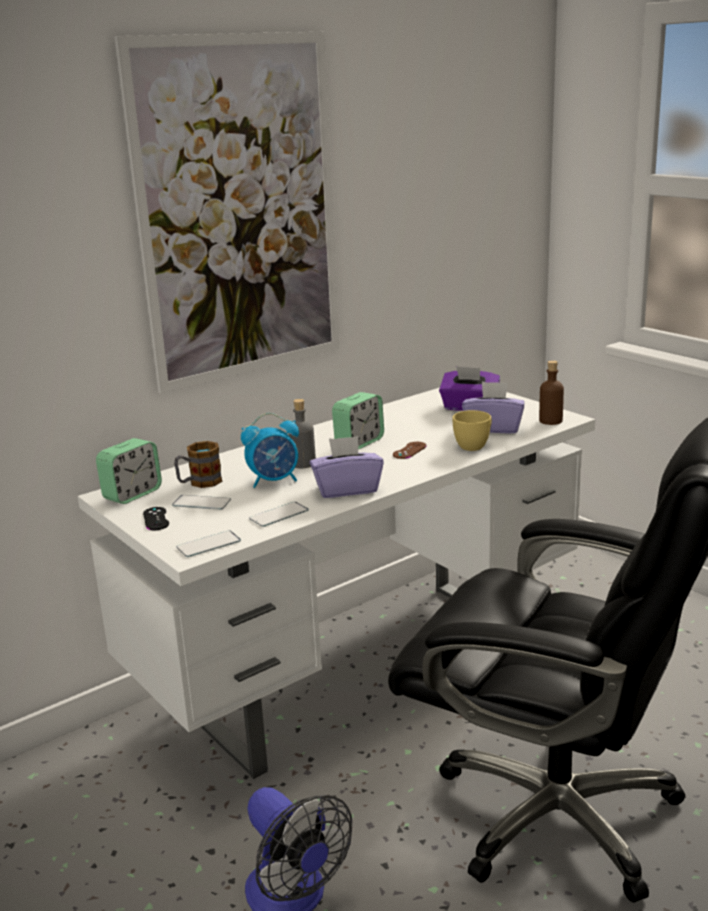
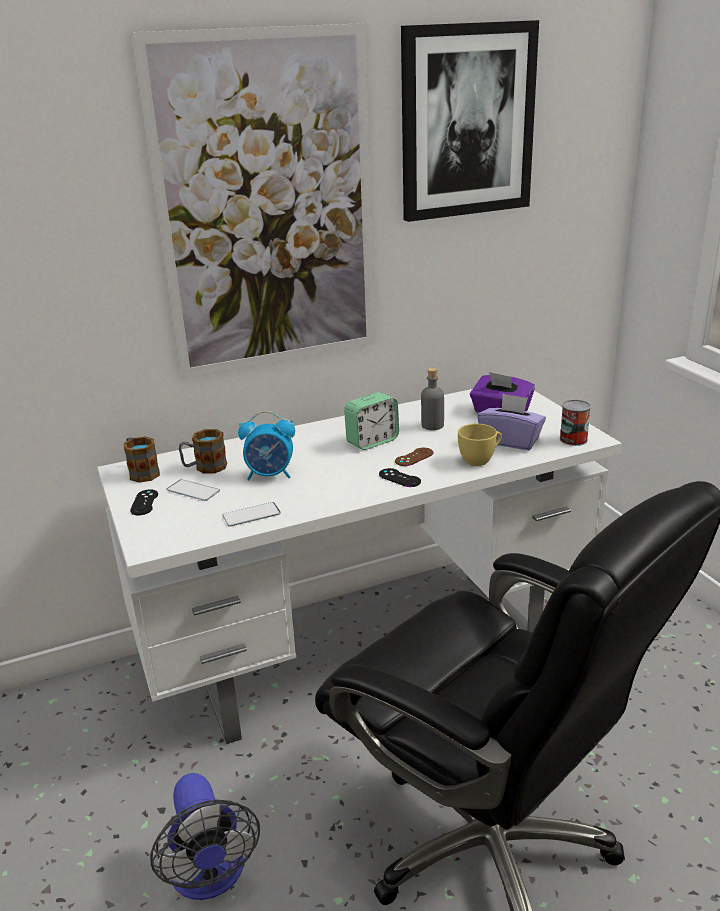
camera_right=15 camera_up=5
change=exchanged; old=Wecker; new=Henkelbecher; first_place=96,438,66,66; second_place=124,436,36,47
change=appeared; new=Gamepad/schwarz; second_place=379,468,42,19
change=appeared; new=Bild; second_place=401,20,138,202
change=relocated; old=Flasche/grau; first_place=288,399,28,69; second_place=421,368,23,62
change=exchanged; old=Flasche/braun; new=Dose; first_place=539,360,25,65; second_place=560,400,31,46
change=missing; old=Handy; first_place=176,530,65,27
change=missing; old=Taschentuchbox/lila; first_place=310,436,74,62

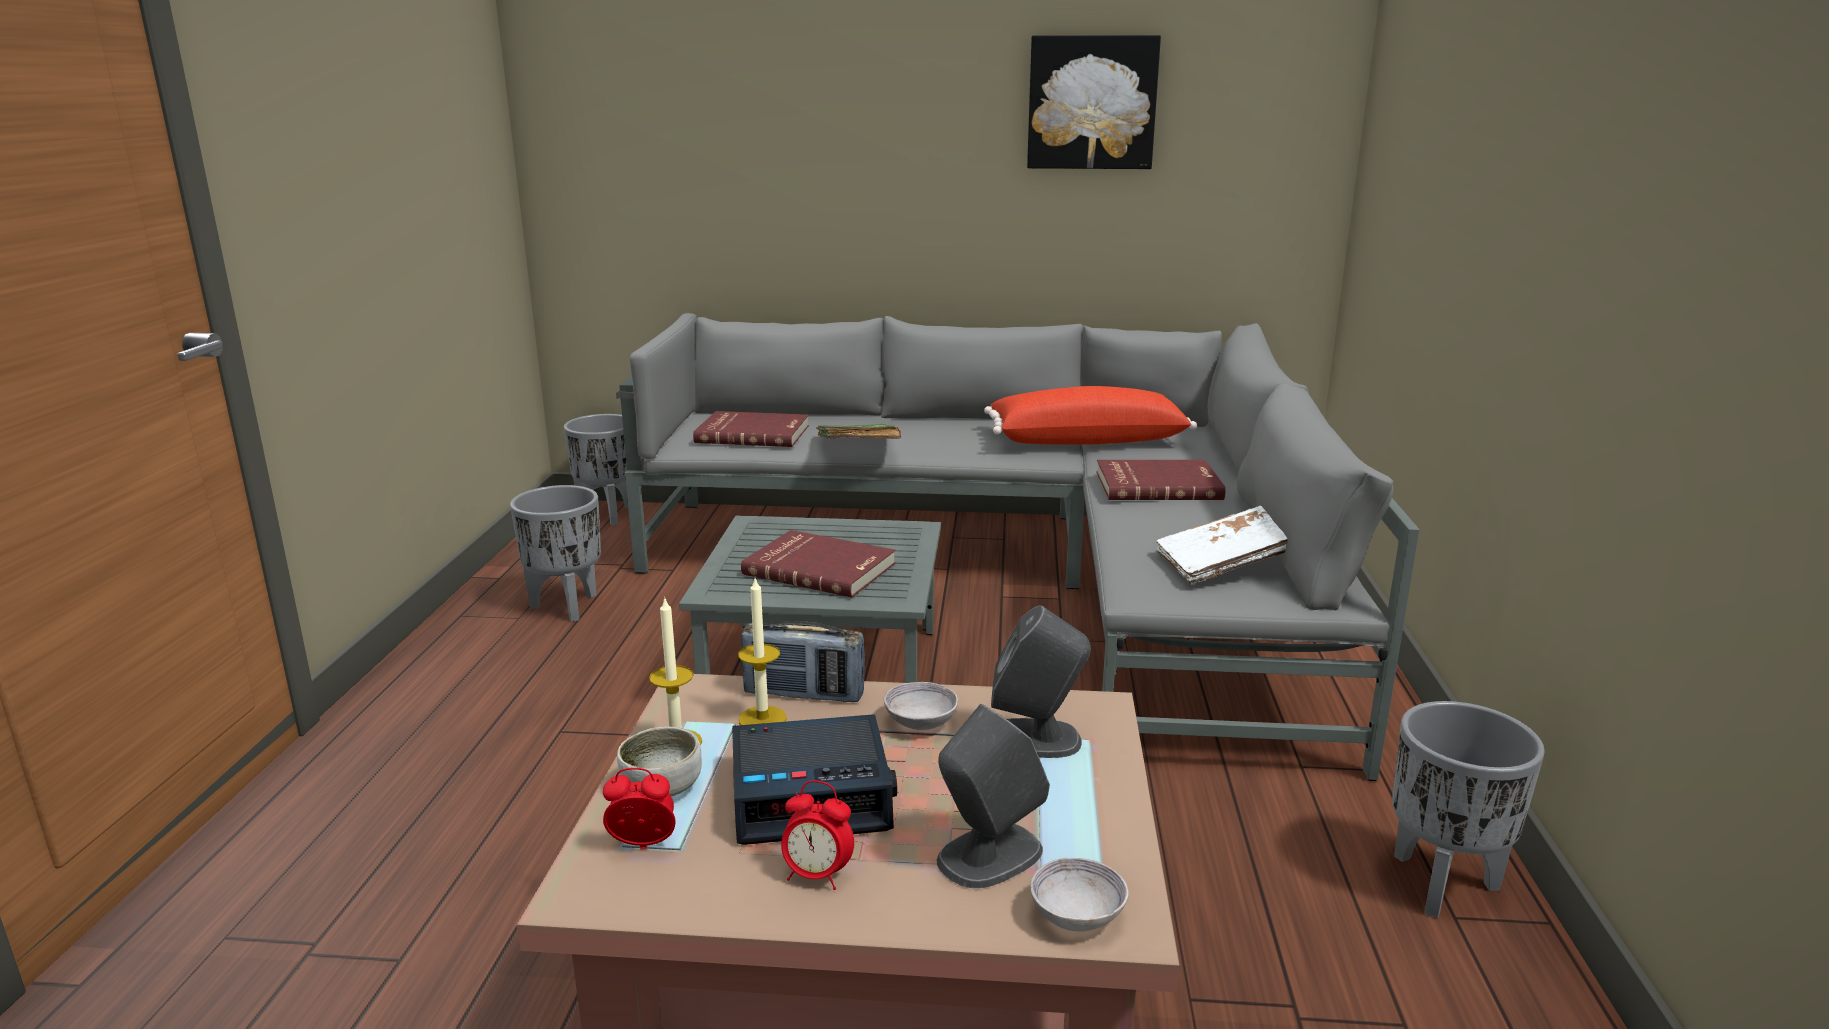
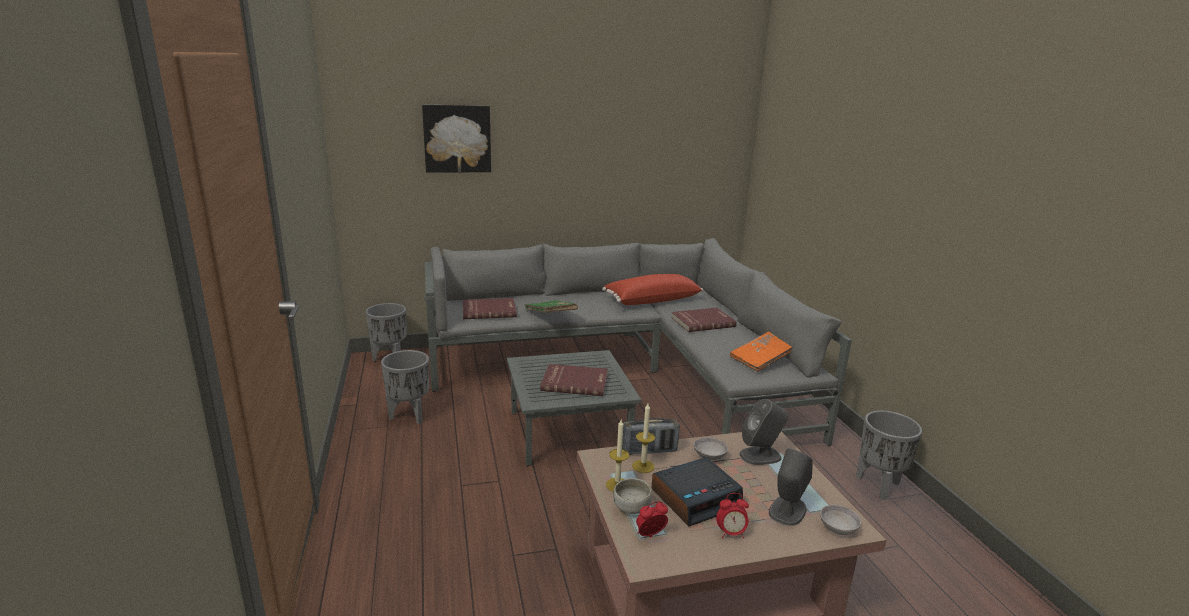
camera_right=-20 camera_up=0
change=relocated; old=Bild; first_place=1027,35,134,134; second_place=422,105,69,68
change=colour; old=Buch/weiß; new=Buch/orange; first_place=1157,506,131,79; second_place=730,332,62,40

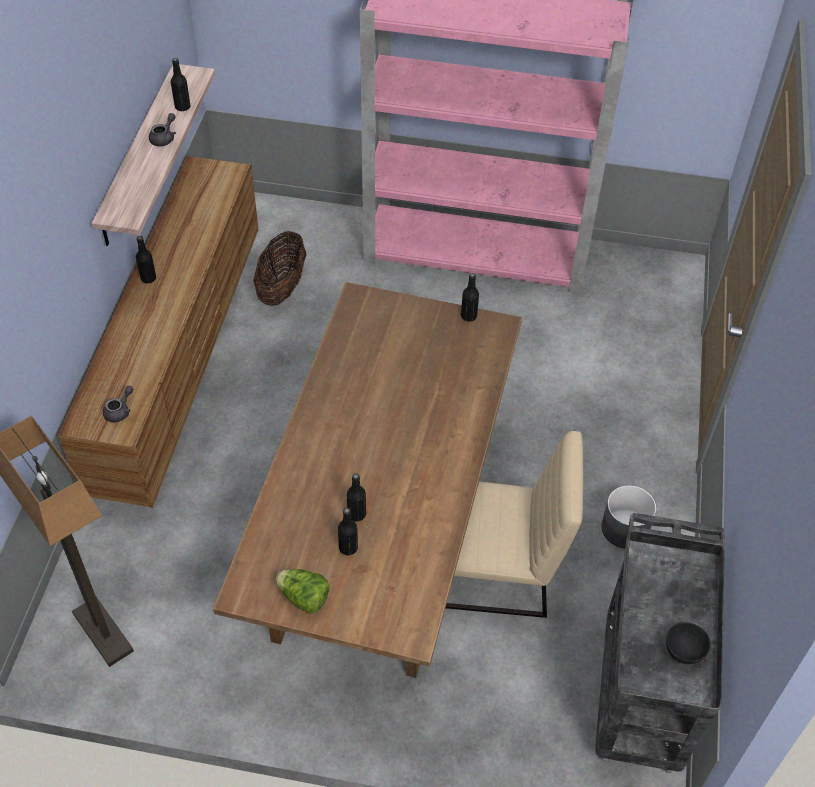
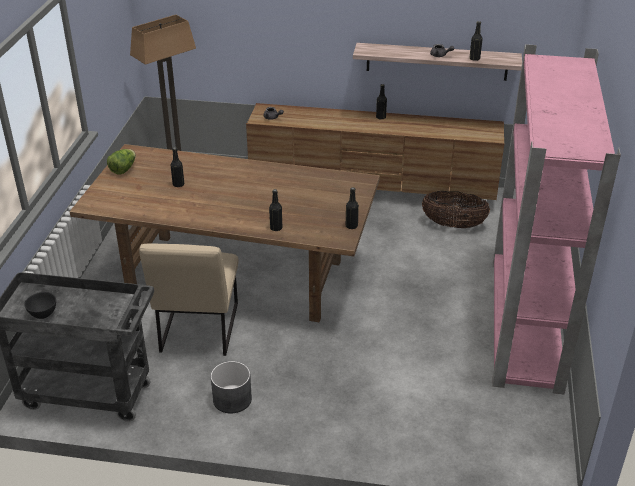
camera_right=90 camera_up=-15
change=relocated; old=Flasche/schwarz; first_place=338,508,20,47; second_place=269,189,13,42

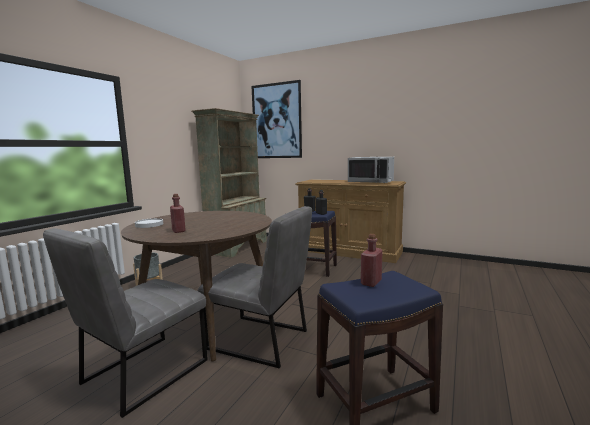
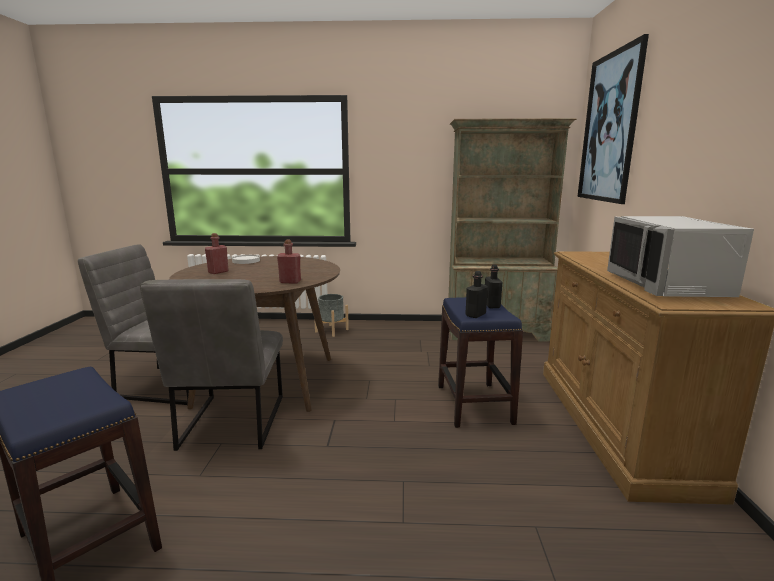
camera_right=65 camera_up=5
change=relocated; old=Flasche/rot; first_place=361,234,22,53; second_place=277,240,24,44

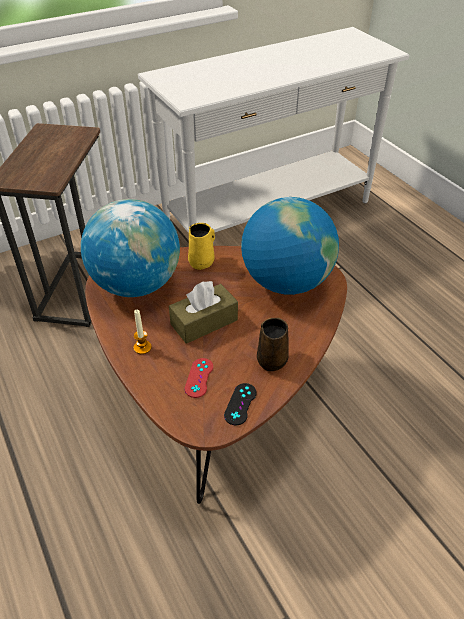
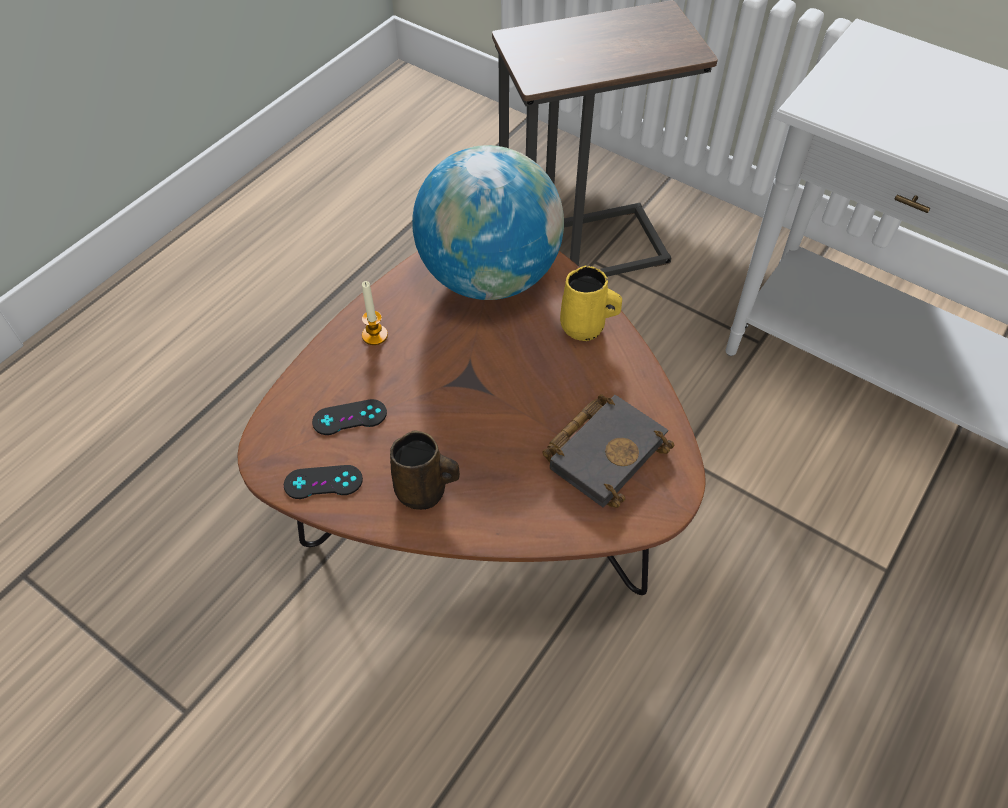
camera_right=65 camera_up=10
change=colour; old=Gamepad/rot; new=Gamepad/schwarz; first_place=185,358,28,40; second_place=312,399,75,36
change=exchanged; old=Globus; new=Buch/schwarz; first_place=241,197,98,98; second_place=543,394,132,114
change=missing; old=Taschentuchbox/braun; first_place=169,281,69,63

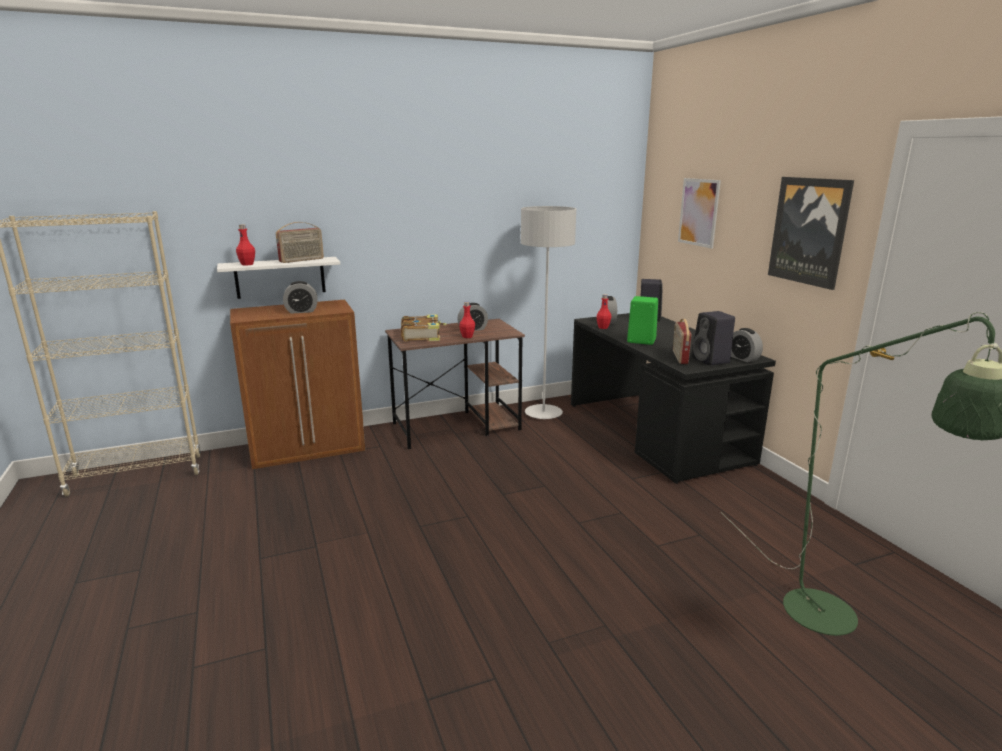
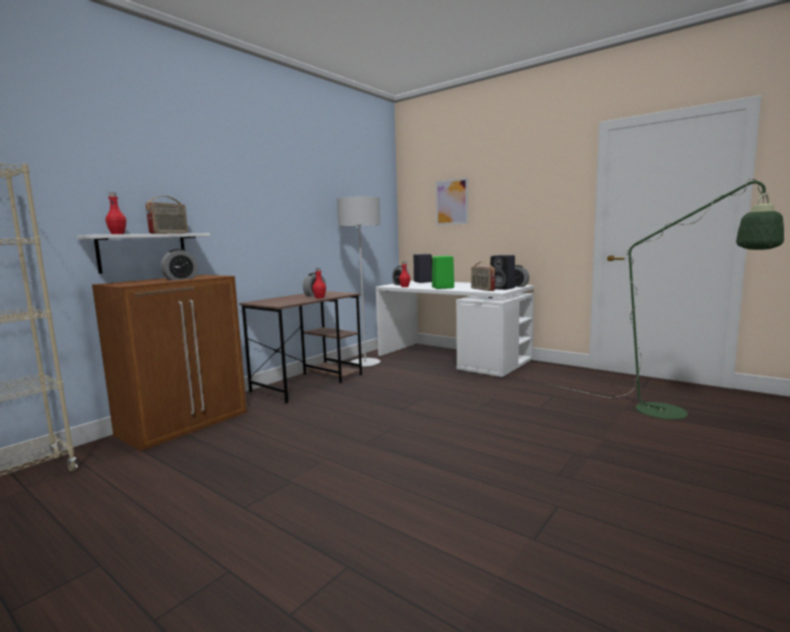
camera_right=-30 camera_up=-10
change=colour; old=Schreibtisch/schwarz; new=Schreibtisch/weiß; first_place=571,313,205,171; second_place=376,281,158,97
change=missing; old=Buch; first_place=401,314,46,28
change=missing; old=Bild; first_place=768,177,86,113

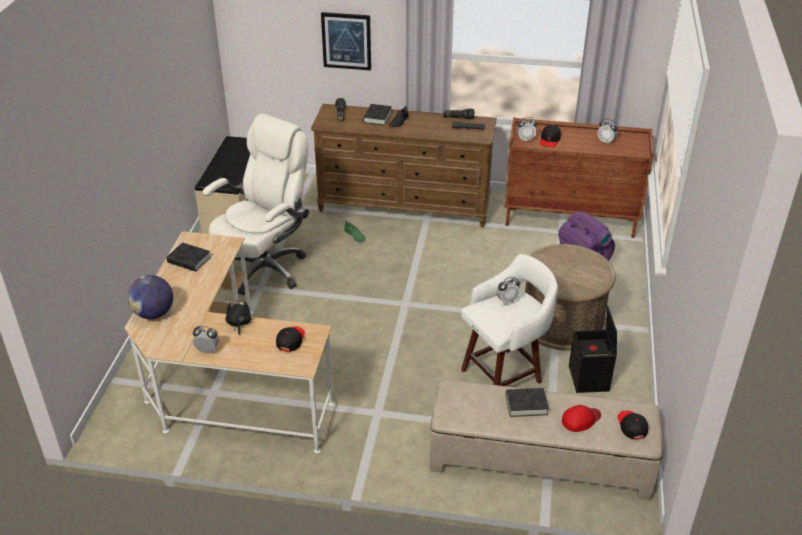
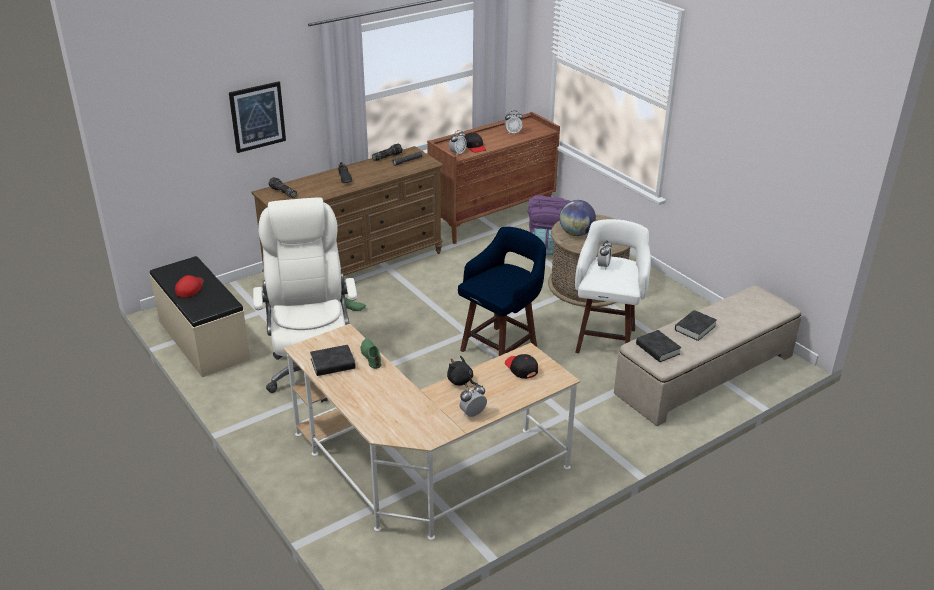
camera_right=-45 camera_up=-5
change=relocated; old=Kappe/rot; first_place=562,405,39,27; second_place=175,275,29,22
change=appeared; new=Schuh/grün; second_place=361,338,20,31
change=appeared; new=Hocker/blau; second_place=458,227,88,129
change=relocated; old=Globus; first_place=128,275,45,44; second_place=559,200,37,36
change=relocated; old=Buch/schwarz; first_place=363,104,29,22; second_place=636,330,45,32
change=missing; old=Aufbewahrungsbox/schwarz; first_place=569,305,48,88
change=missing; old=Kappe/schwarz; first_place=618,411,30,29

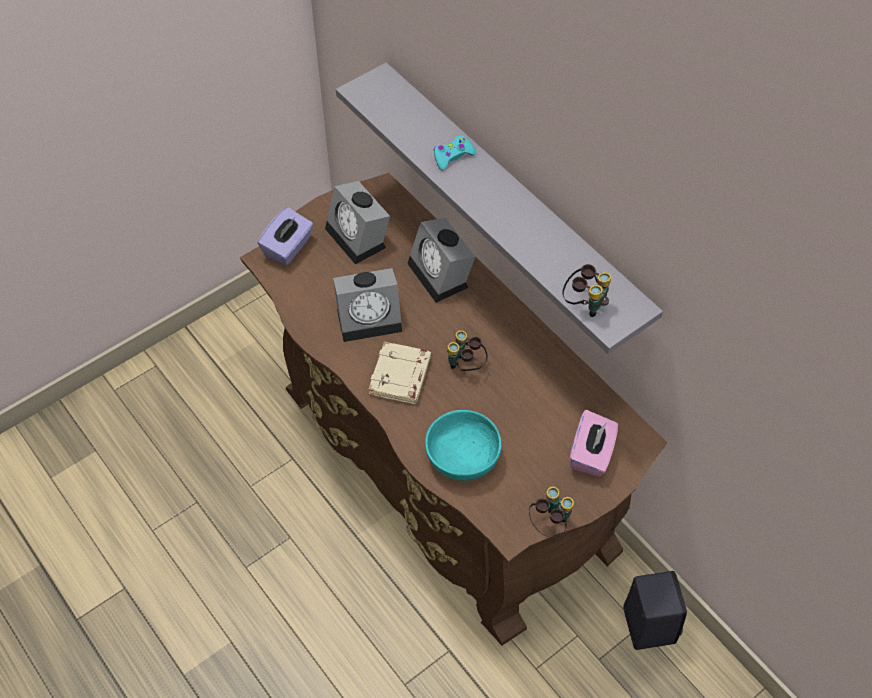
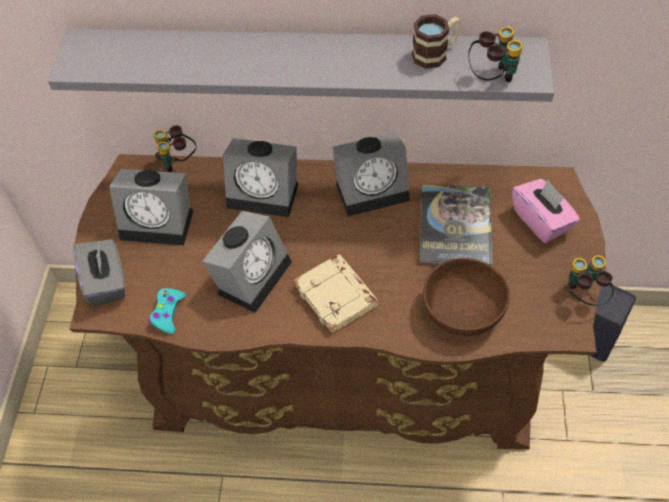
camera_right=-45 camera_up=0
change=colour; old=Taschentuchbox/lila; new=Taschentuchbox/grau; first_place=258,207,55,59; second_place=73,239,52,67
change=relocated; old=Gamepad/türkis; first_place=434,135,43,36; second_place=149,288,37,46
change=relocated; old=Fernglas; first_place=447,330,41,41; second_place=153,125,43,47
change=appeared; new=Wecker; second_place=332,132,78,84
change=appeared; new=Henkelbecher; second_place=412,14,48,55
change=appeared; new=Buch; second_place=420,184,72,82
change=colour; old=Schüssel/türkis; new=Schüssel/braun; first_place=425,410,77,71; second_place=423,258,87,78

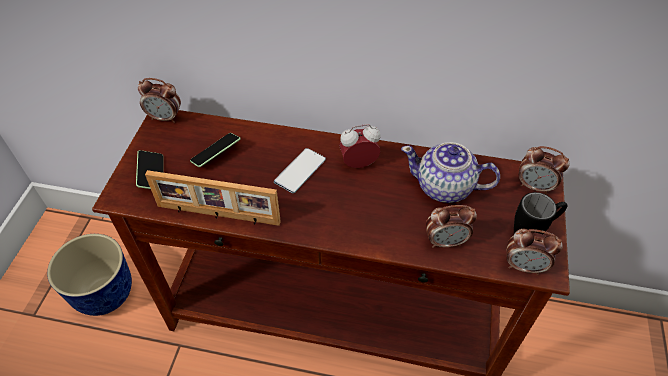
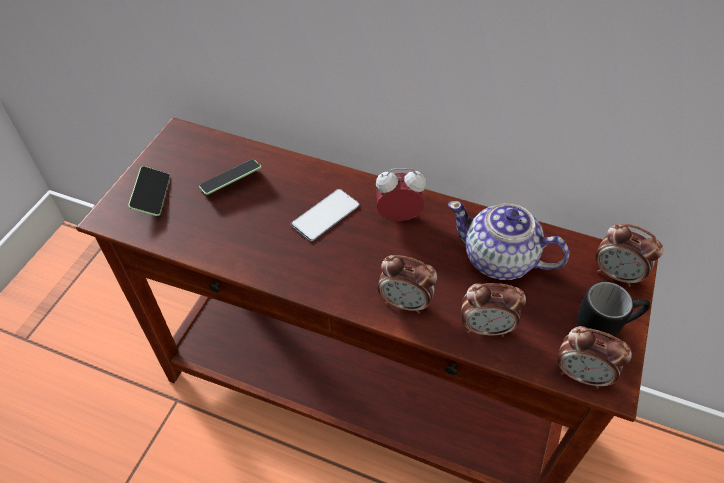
camera_right=10 camera_up=0
change=relocated; old=Wecker; first_place=138,78,43,45; second_place=378,255,59,59
change=missing; old=Pflanzkübel; first_place=47,234,85,82
change=missing; old=Bilderrahmen; first_place=145,170,136,56

